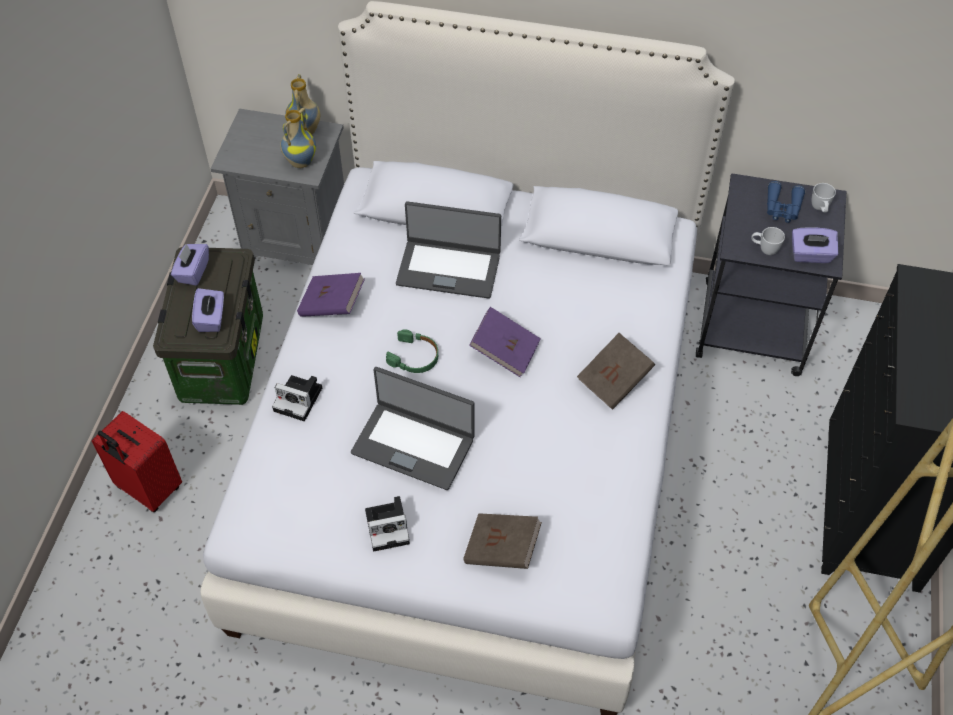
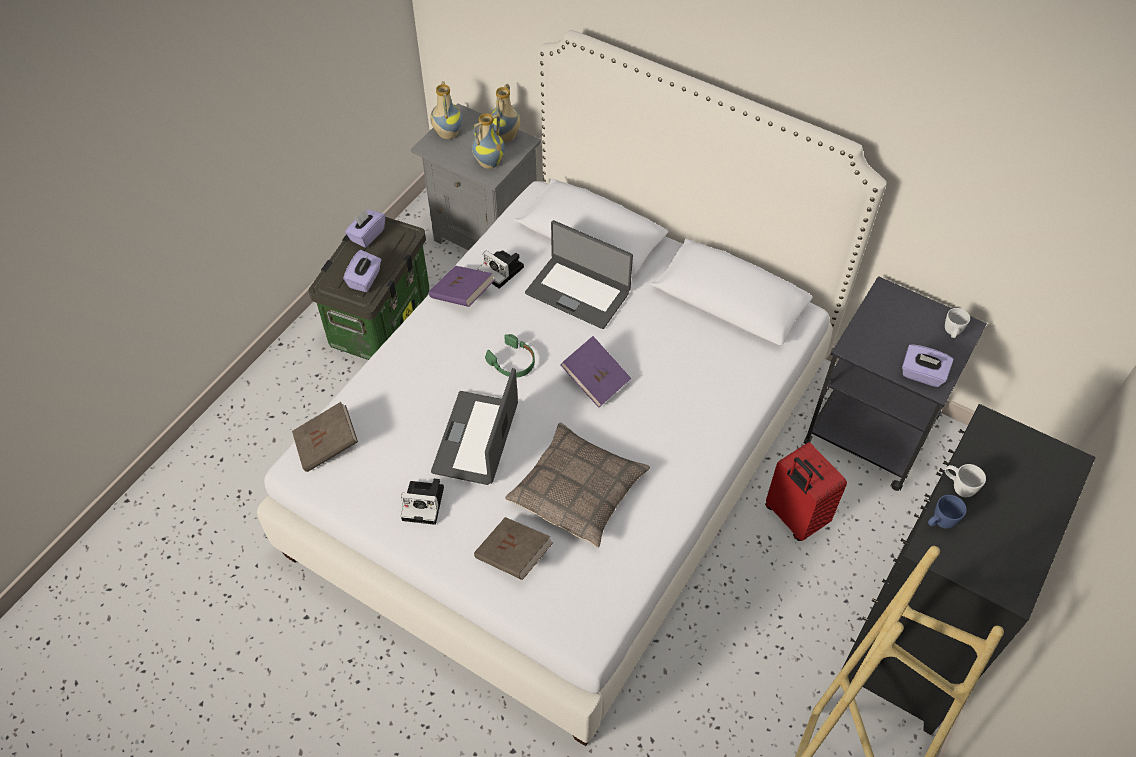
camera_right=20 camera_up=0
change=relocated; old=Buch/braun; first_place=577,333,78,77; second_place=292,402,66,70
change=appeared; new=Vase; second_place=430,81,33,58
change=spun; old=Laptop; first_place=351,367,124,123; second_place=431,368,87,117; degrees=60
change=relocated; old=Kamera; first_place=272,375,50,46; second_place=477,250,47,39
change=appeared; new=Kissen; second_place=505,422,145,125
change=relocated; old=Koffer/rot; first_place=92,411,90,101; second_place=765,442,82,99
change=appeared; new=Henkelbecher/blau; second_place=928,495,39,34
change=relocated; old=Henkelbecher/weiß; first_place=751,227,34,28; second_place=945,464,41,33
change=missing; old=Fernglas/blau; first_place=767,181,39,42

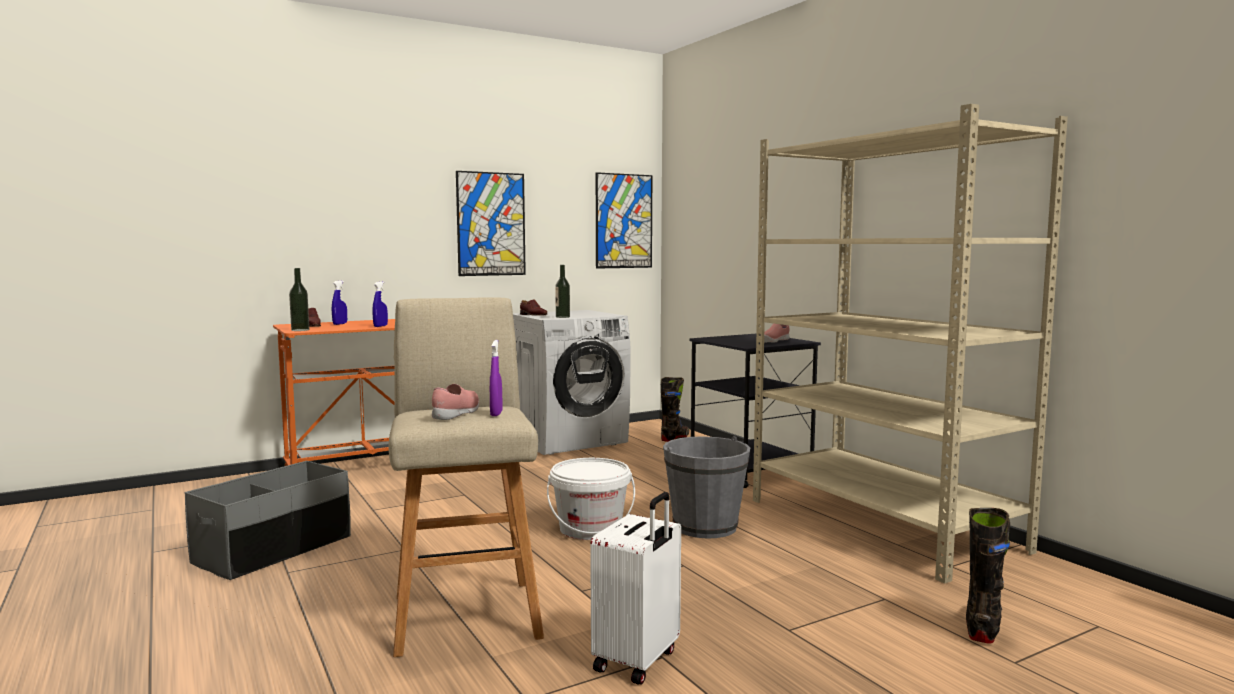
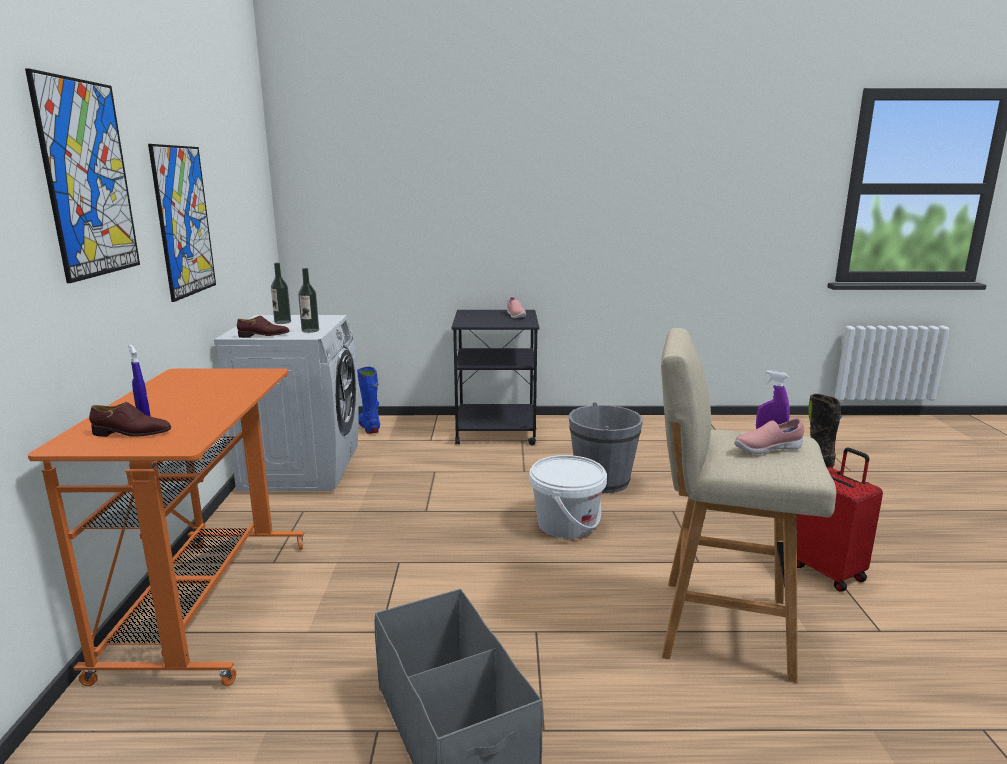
camera_right=-60 camera_up=10
change=relocated; old=Bild; first_place=596,172,56,97; second_place=25,68,115,215
change=relocated; old=Flasche; first_place=289,268,20,63; second_place=271,263,20,61
change=colour; old=Stiefel/schwarz; new=Stiefel/blau; first_place=661,377,28,65; second_place=357,367,23,67
change=spun; old=Schuh/rosa; first_place=432,384,47,36; second_place=734,418,70,36; degrees=-60
change=colour; old=Koffer/weiß; new=Koffer/rot; first_place=590,492,91,193; second_place=797,448,86,144
change=missing; old=Sprühflasche/blau; first_place=372,282,16,45
change=missing; old=Bücherregal/beige; first_place=753,104,315,480

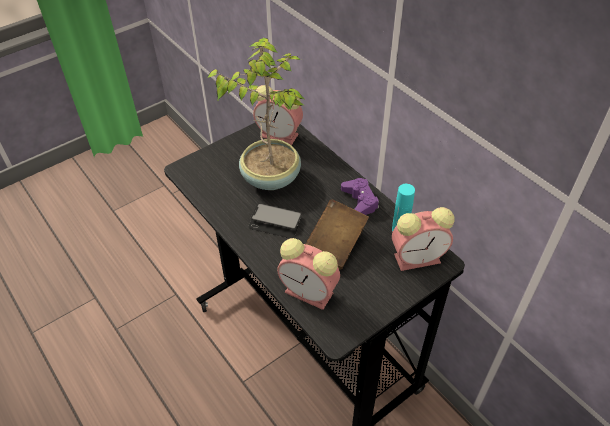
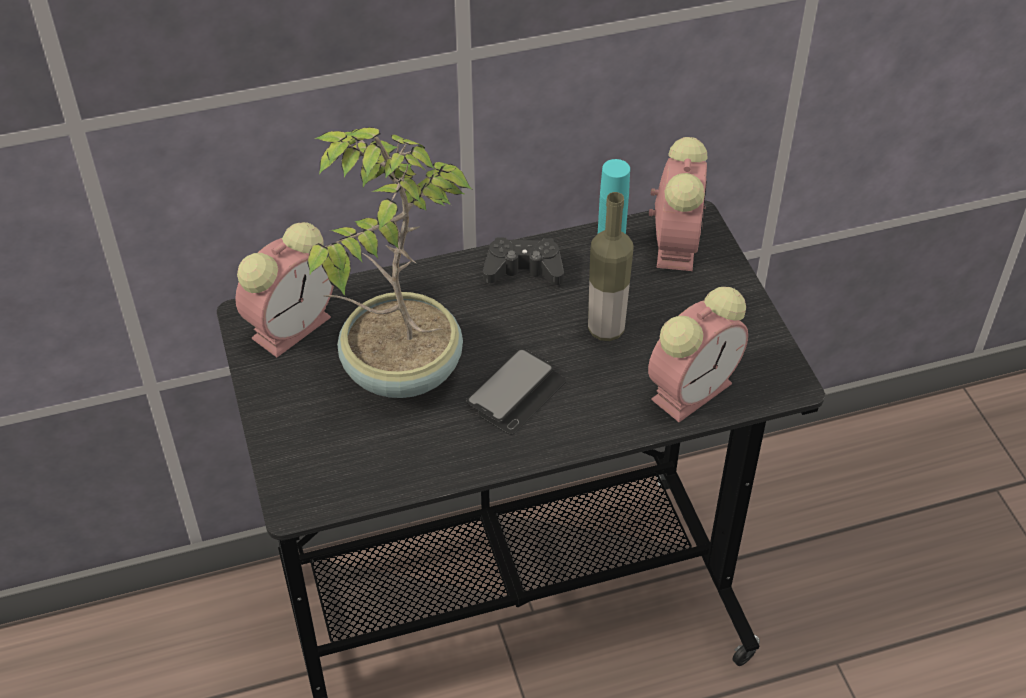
camera_right=-70 camera_up=0
change=colour; old=Gamepad/lila; new=Gamepad/schwarz; first_place=341,178,38,37; second_place=483,237,81,48
change=exchanged; old=Buch/braun; new=Flasche; first_place=306,199,63,71; second_place=588,192,46,149

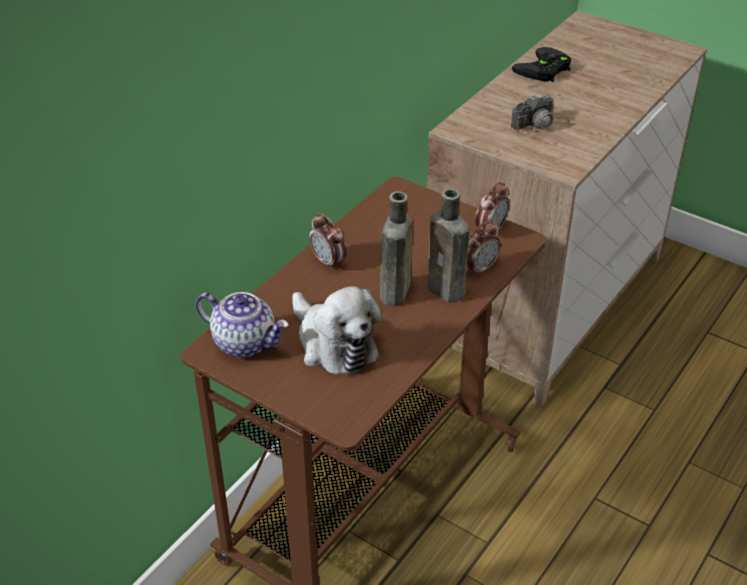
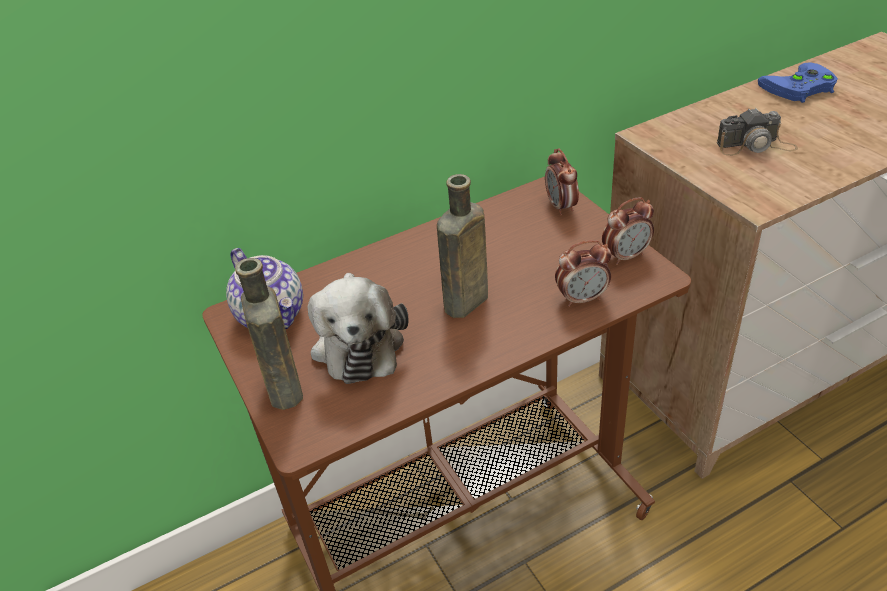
camera_right=30 camera_up=0
change=relocated; old=Flasche/braun; first_place=427,189,43,114; second_place=235,258,68,152
change=relocated; old=Wecker; first_place=309,213,38,57; second_place=545,148,34,68
change=colour; old=Gamepad/schwarz; new=Gamepad/blau; first_place=512,47,59,35; second_place=758,62,80,41

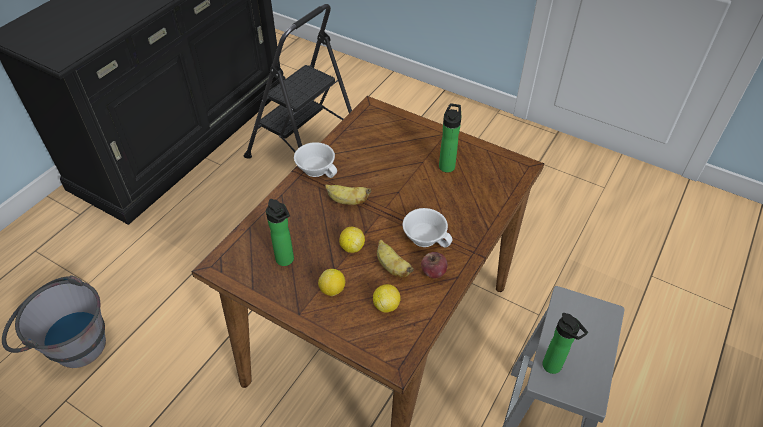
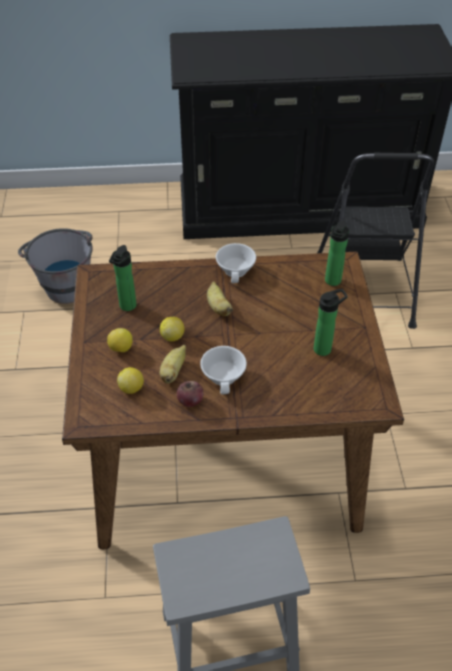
camera_right=55 camera_up=0
change=relocated; old=Flasche; first_place=542,313,46,61; second_place=325,220,24,66

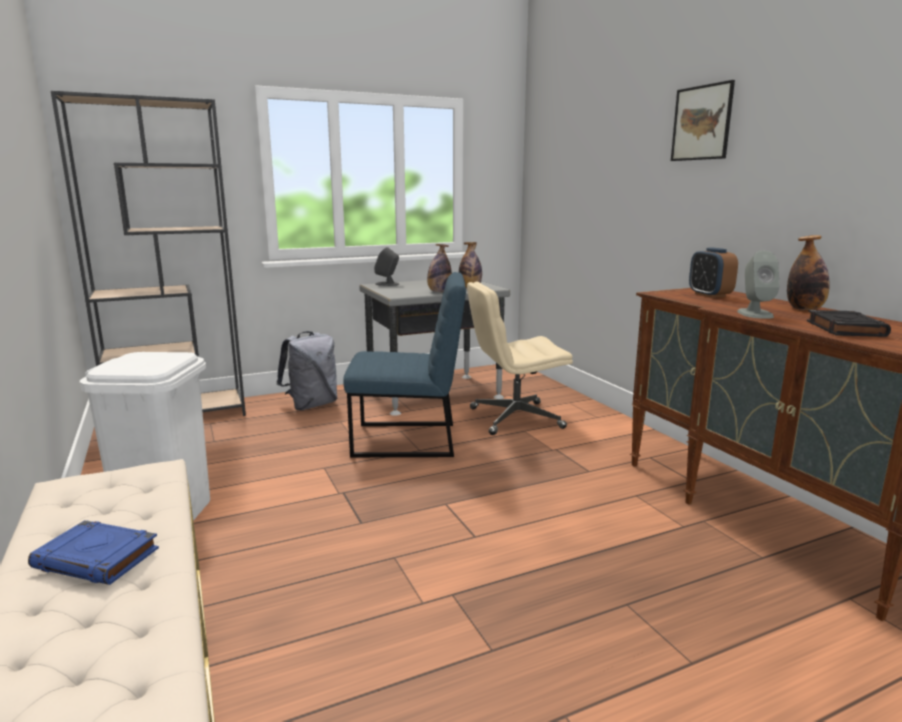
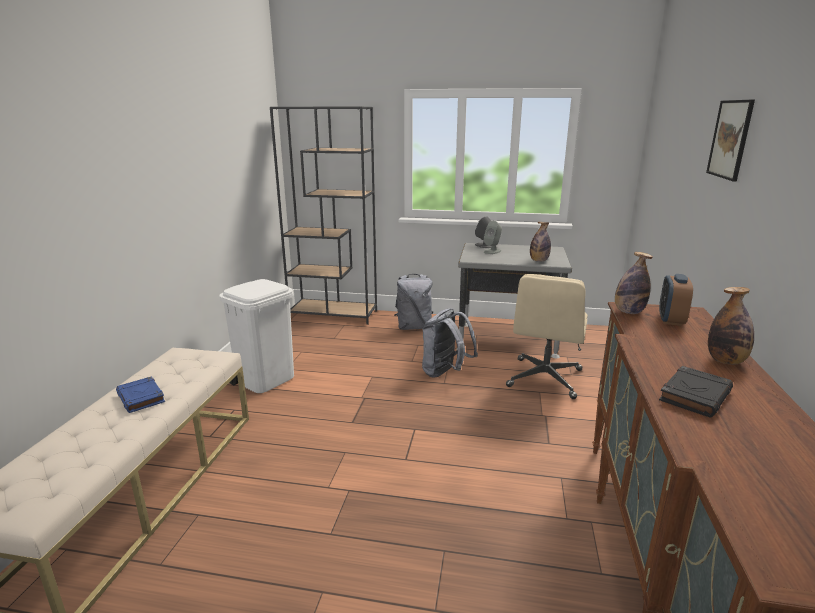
camera_right=35 camera_up=5
change=exchanged; old=Stuhl/blau; new=Rucksack/grau; first_place=343,272,123,185; second_place=422,308,56,70
change=relocated; old=Lautsprecher/grau; first_place=737,251,42,68; second_place=484,221,18,33
change=spun; old=Bürostuhl/beige; first_place=467,281,106,154; second_place=506,274,82,125; degrees=-90
change=relocated; old=Flasche; first_place=427,244,25,48; second_place=615,252,38,62

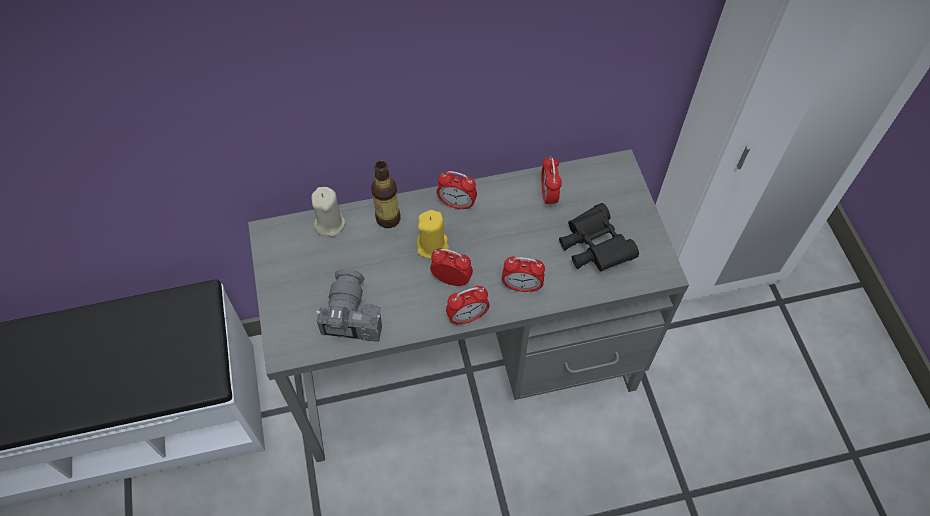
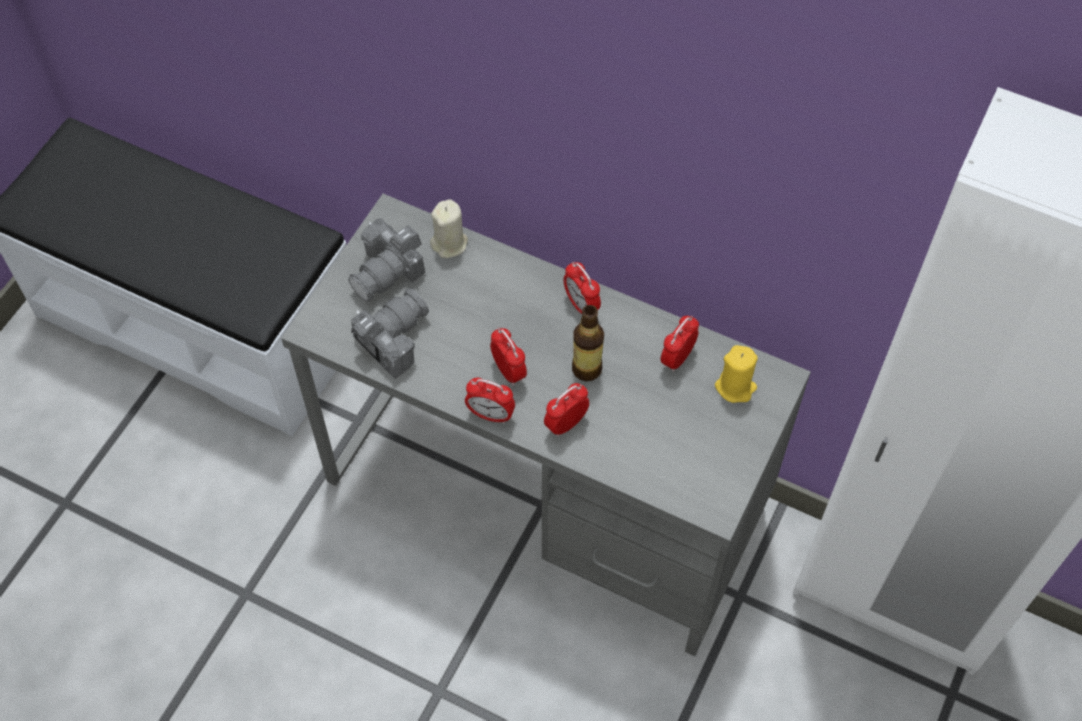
camera_right=40 camera_up=0
change=appeared; new=Kamera; second_place=349,218,76,83
change=spun; old=Wecker; first_place=502,257,43,35; second_place=544,383,45,54; degrees=90
change=relocated; old=Flasche; first_place=371,161,30,67; second_place=572,305,32,76
change=relocated; old=Kerze/gelb; first_place=417,210,32,49; second_place=715,345,43,58
change=missing; old=Fernglas/schwarz; first_place=559,203,80,69

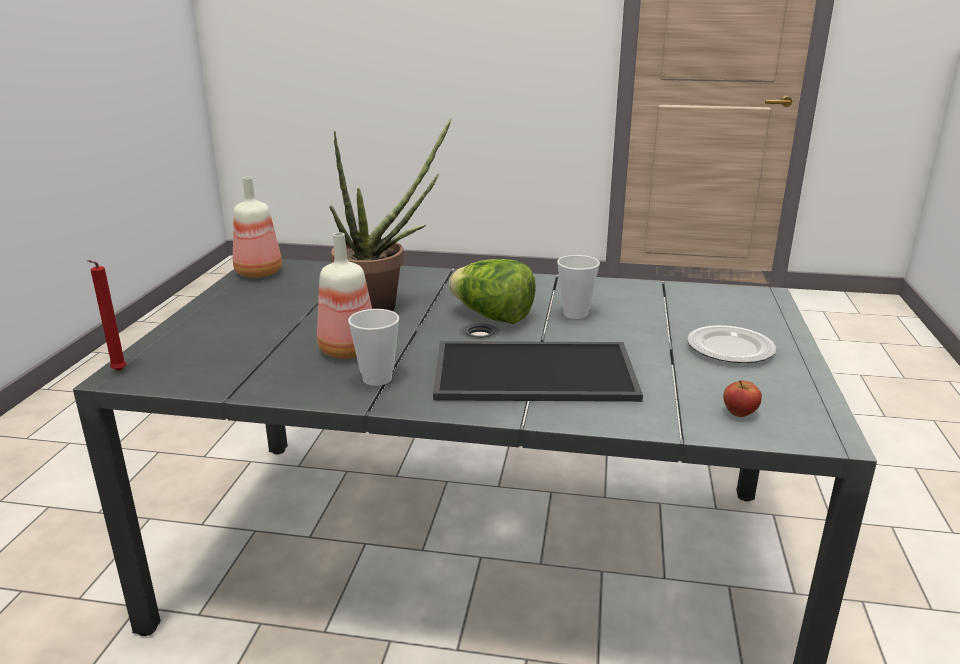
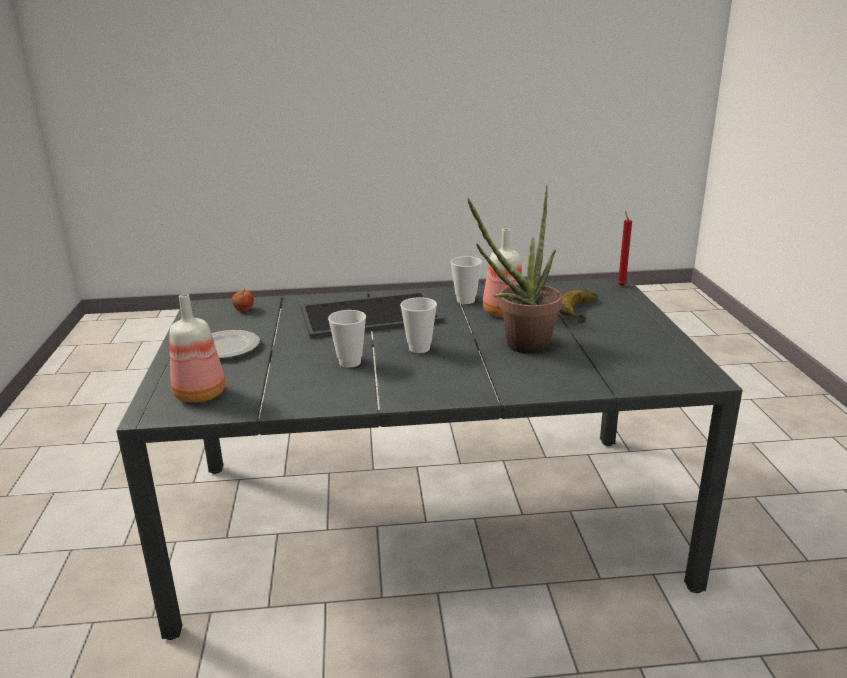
camera_right=165 camera_up=0
change=relocated; old=Flasche; first_place=233,177,49,101; second_place=169,294,57,109
change=exchanged; old=Salatkopf; new=Tasse; first_place=449,259,87,65; second_place=400,297,37,56
change=appeared; new=Banane; second_place=559,290,39,33

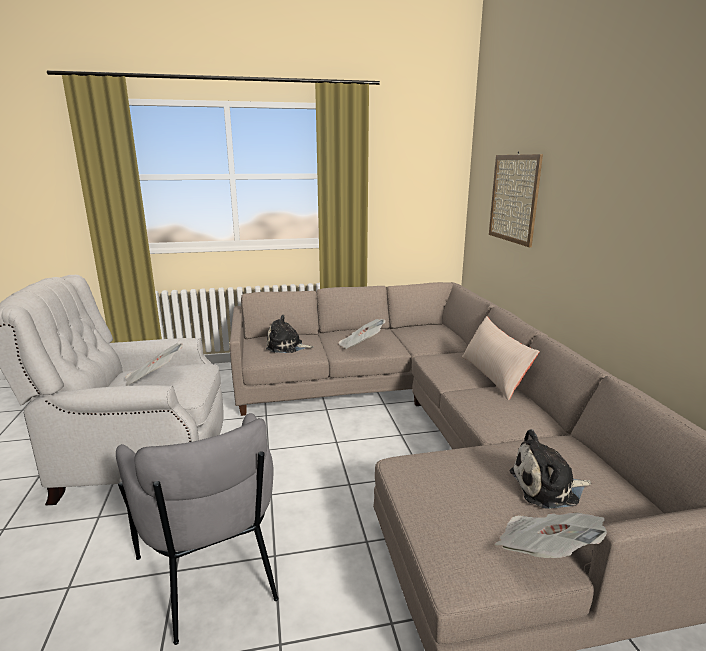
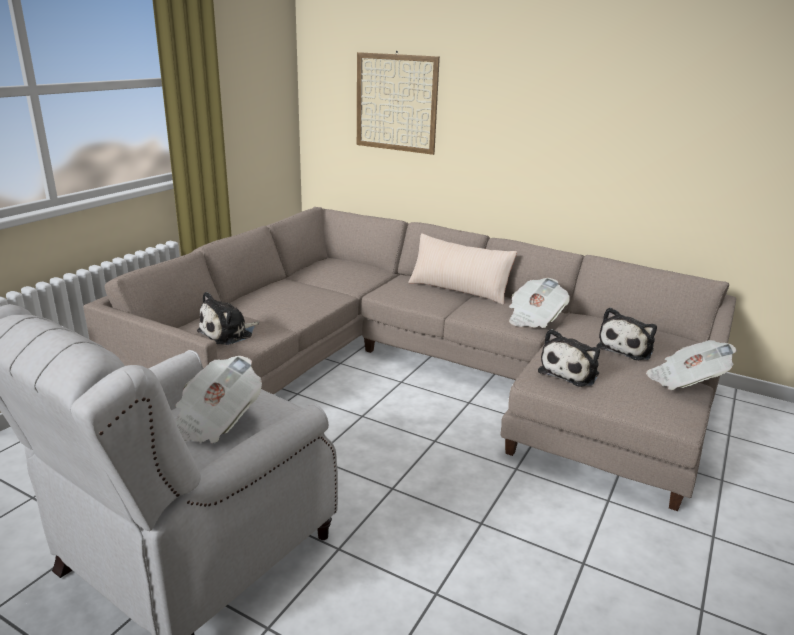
camera_right=-50 camera_up=5
change=relocated; old=Zeitung; first_place=339,319,47,30; second_place=509,278,61,50
change=appeared; new=Plüschtier; second_place=538,329,62,58
change=missing; old=Sessel/grau; first_place=116,413,162,232

